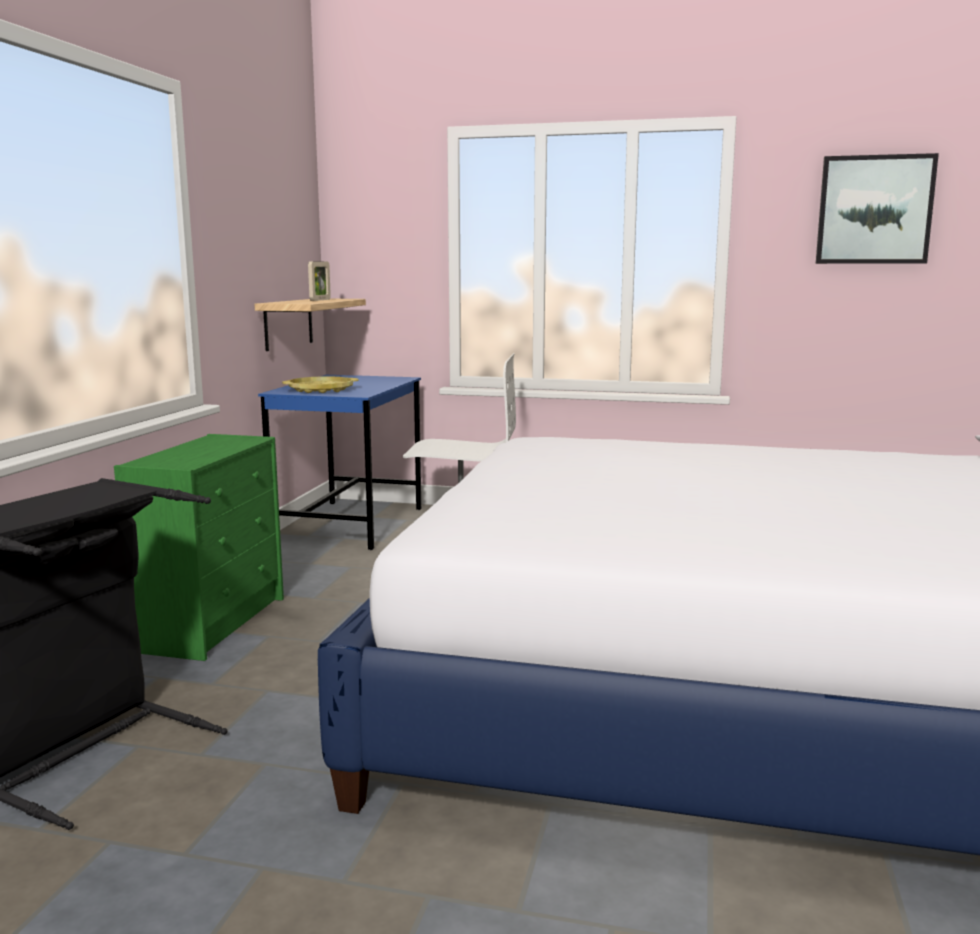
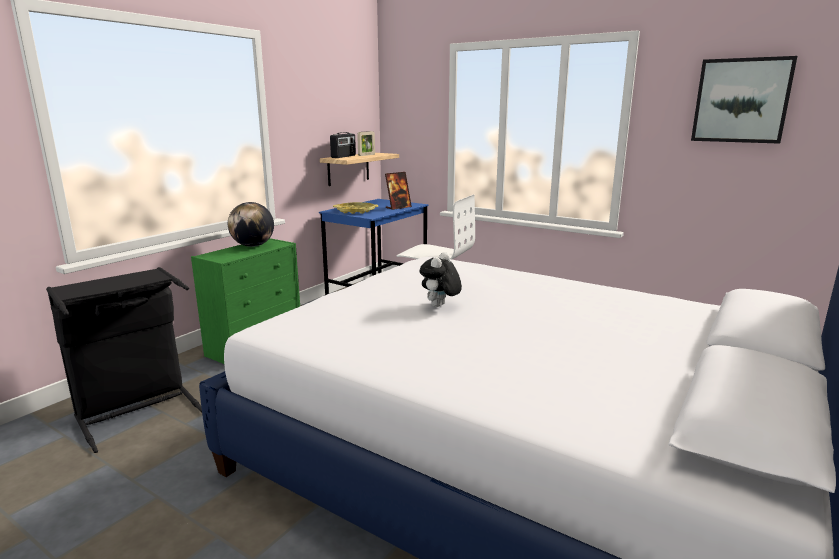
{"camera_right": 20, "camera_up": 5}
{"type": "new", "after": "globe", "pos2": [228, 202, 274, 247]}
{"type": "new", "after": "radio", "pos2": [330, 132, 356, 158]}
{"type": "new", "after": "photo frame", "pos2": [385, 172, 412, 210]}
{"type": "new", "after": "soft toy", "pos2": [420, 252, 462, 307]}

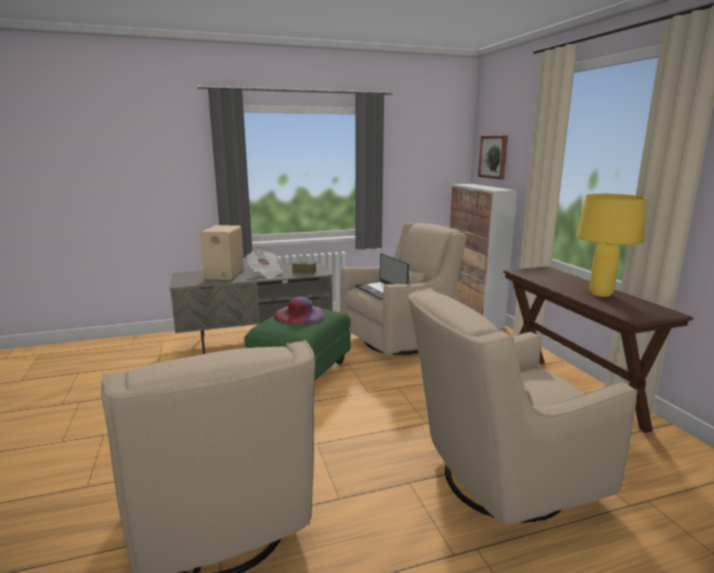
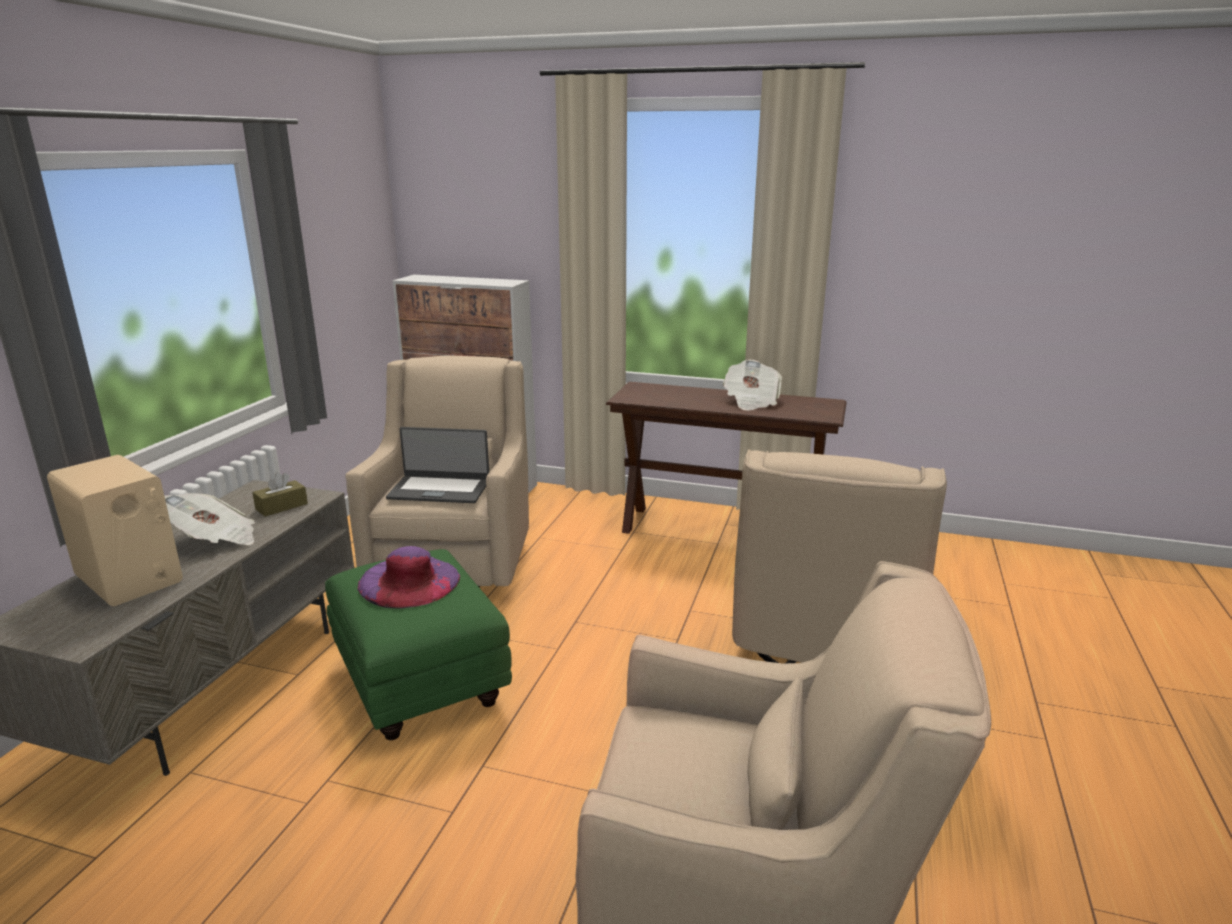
{"camera_right": -55, "camera_up": 5}
{"type": "swapped", "before": "yellow table lamp", "after": "newspaper", "pos1": [576, 194, 647, 297], "pos2": [723, 360, 782, 410]}
{"type": "gone", "before": "wall picture", "pos1": [478, 135, 508, 179]}

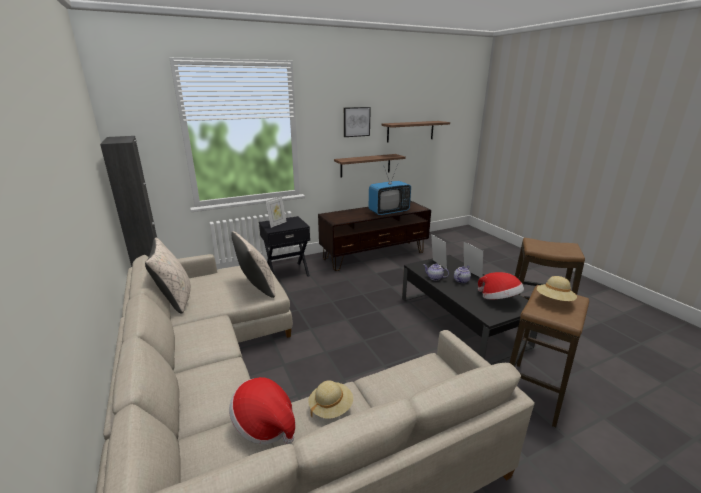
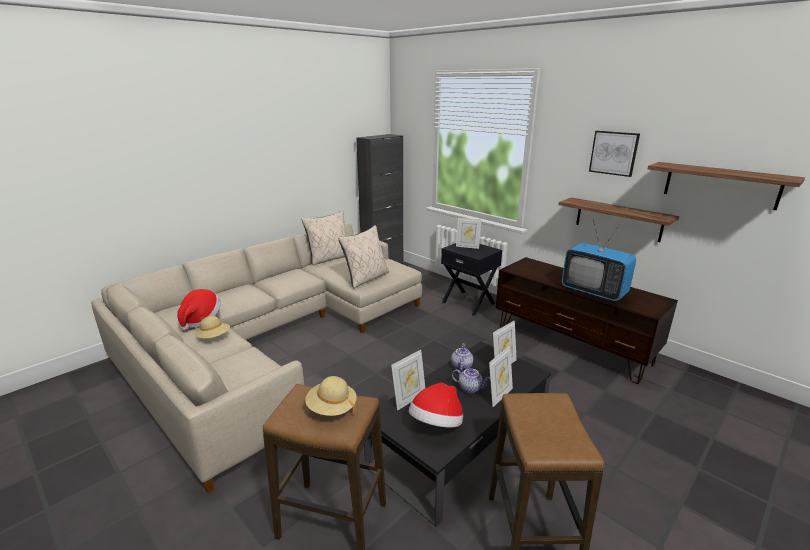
{"camera_right": 70, "camera_up": 0}
{"type": "new", "after": "photo frame", "pos2": [391, 350, 425, 411]}

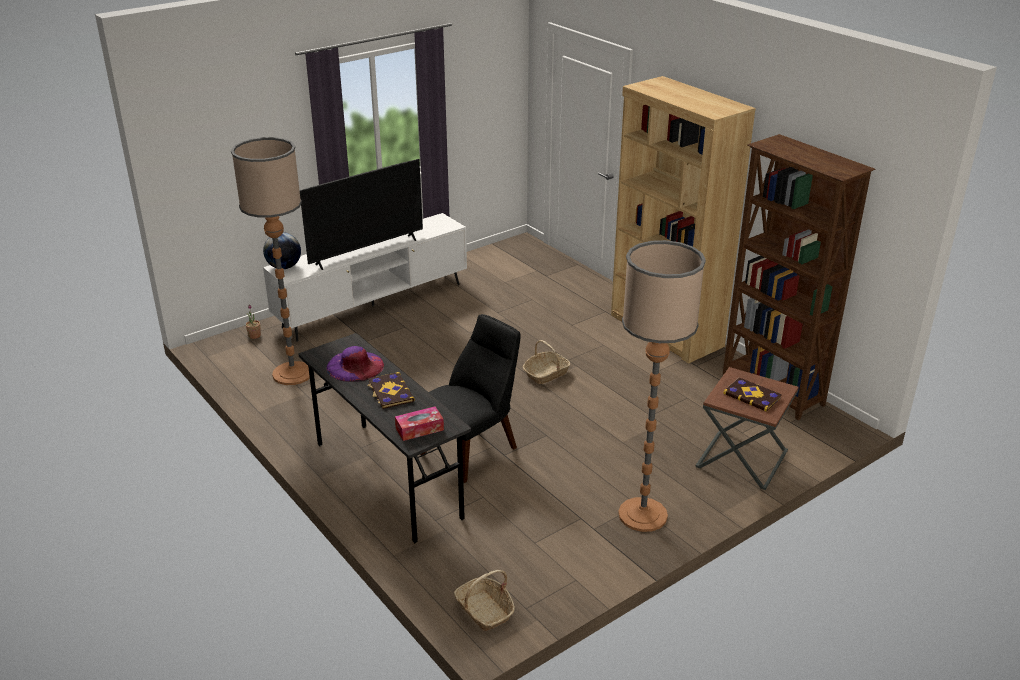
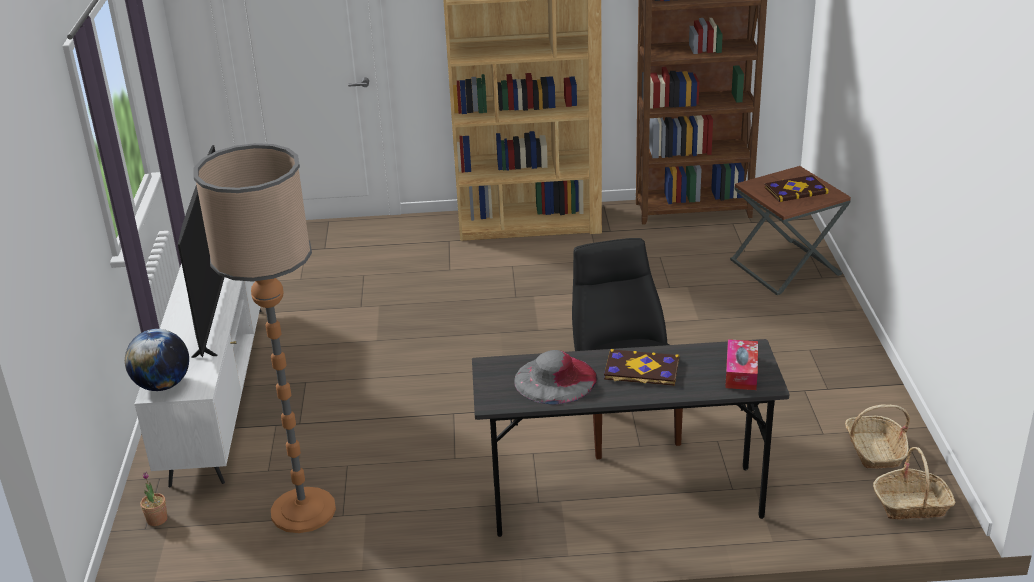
{"camera_right": -55, "camera_up": 0}
{"type": "repainted", "before": "purple hat", "after": "grey hat", "pos1": [326, 346, 384, 382], "pos2": [514, 350, 597, 405]}
{"type": "shifted", "before": "storage basket", "pos1": [523, 340, 570, 384], "pos2": [845, 404, 910, 469]}
{"type": "gone", "before": "floor lamp", "pos1": [618, 240, 706, 532]}

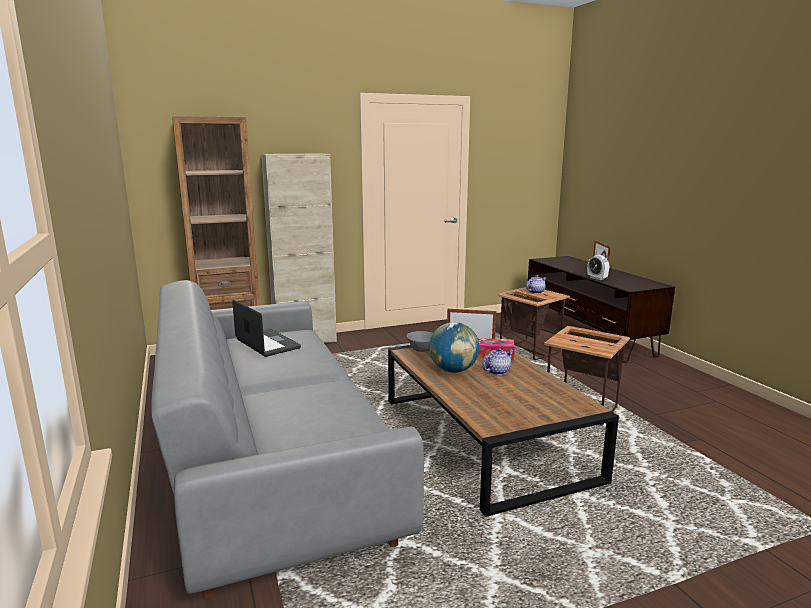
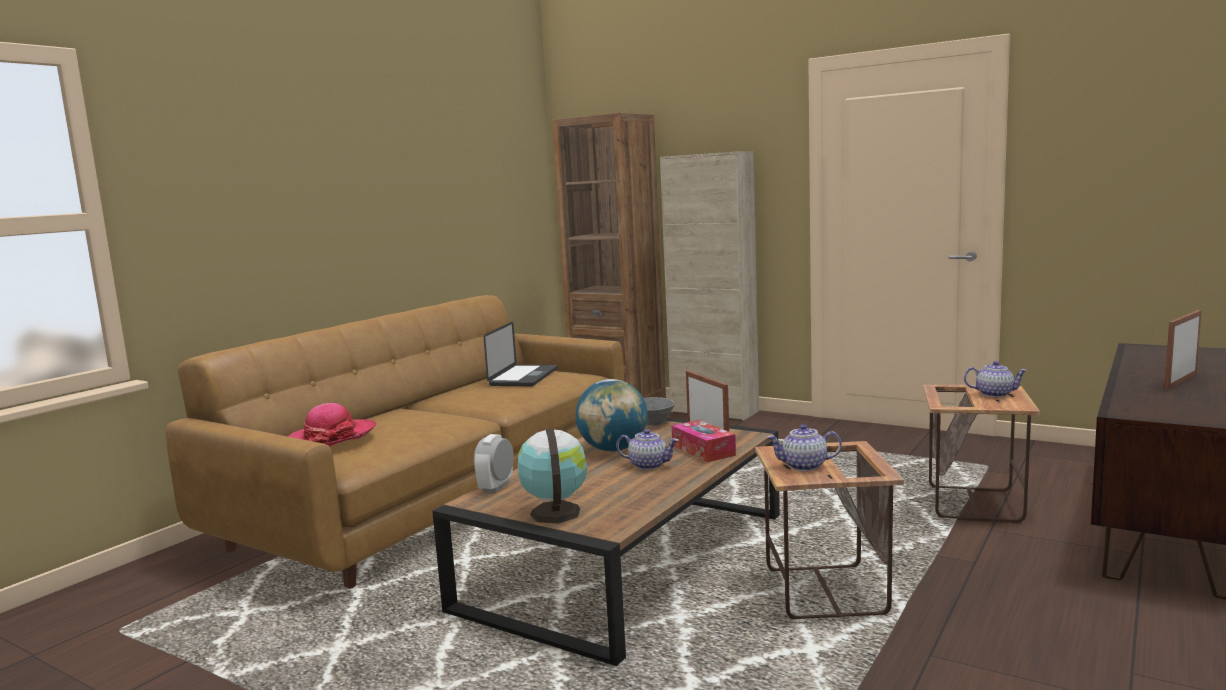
{"camera_right": 55, "camera_up": -5}
{"type": "repainted", "before": "grey couch", "after": "brown-coloured couch", "pos1": [151, 280, 424, 600], "pos2": [166, 295, 624, 589]}
{"type": "new", "after": "hat", "pos2": [288, 403, 377, 446]}
{"type": "shifted", "before": "bedside clock", "pos1": [587, 255, 609, 280], "pos2": [474, 434, 514, 493]}
{"type": "new", "after": "globe", "pos2": [517, 428, 587, 524]}
{"type": "new", "after": "pot for tea", "pos2": [767, 424, 842, 471]}

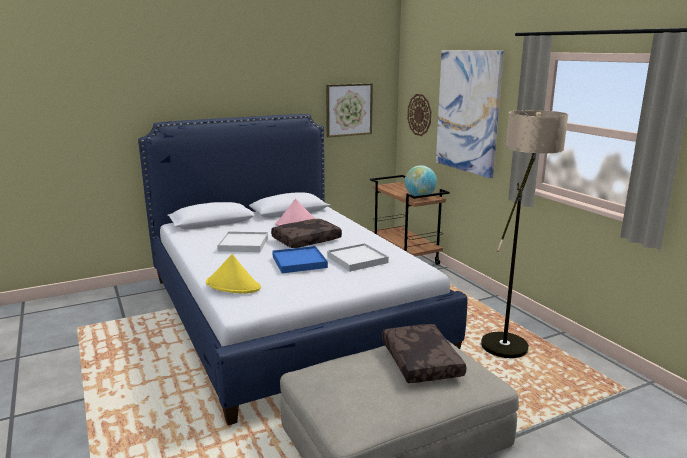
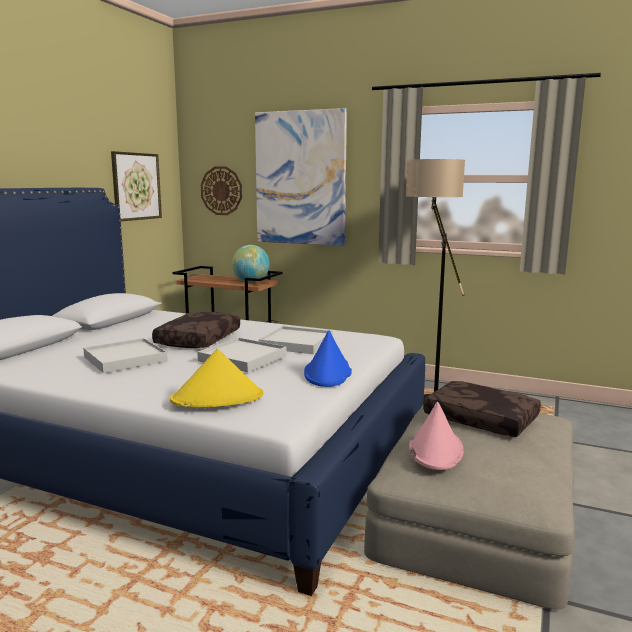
{"camera_right": -40, "camera_up": -5}
{"type": "repainted", "before": "blue-coloured tray", "after": "white tray", "pos1": [272, 246, 328, 273], "pos2": [197, 338, 287, 372]}
{"type": "new", "after": "blue-coloured hat", "pos2": [304, 330, 352, 387]}
{"type": "shifted", "before": "pink hat", "pos1": [276, 198, 315, 226], "pos2": [409, 402, 464, 470]}

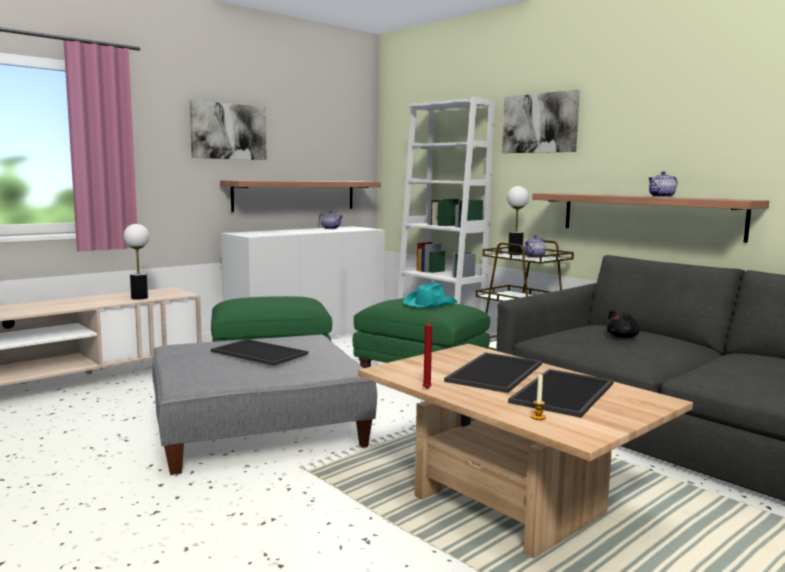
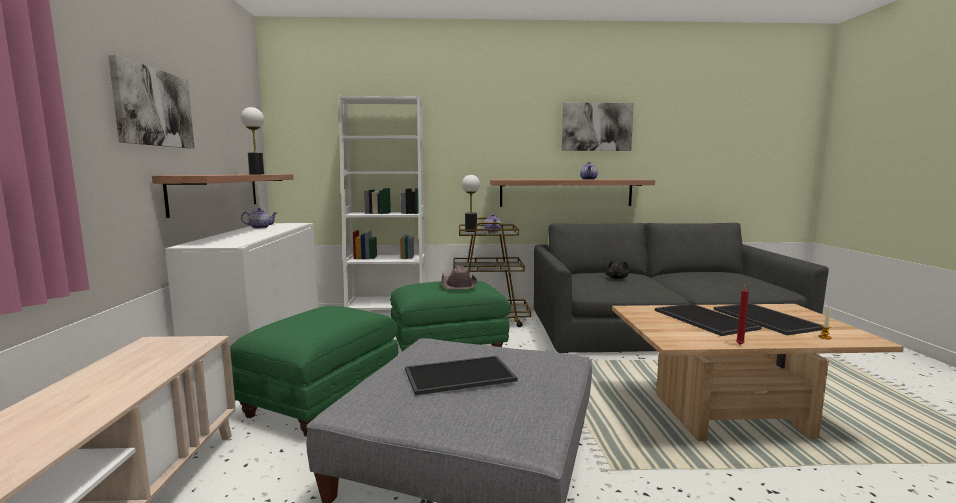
{"camera_right": -50, "camera_up": 0}
{"type": "shifted", "before": "table lamp", "pos1": [124, 224, 149, 300], "pos2": [241, 107, 264, 174]}
{"type": "repainted", "before": "blue-green hat", "after": "brown-coloured hat", "pos1": [403, 283, 457, 308], "pos2": [441, 265, 477, 290]}
{"type": "shifted", "before": "wall picture", "pos1": [502, 90, 580, 153], "pos2": [562, 103, 634, 151]}

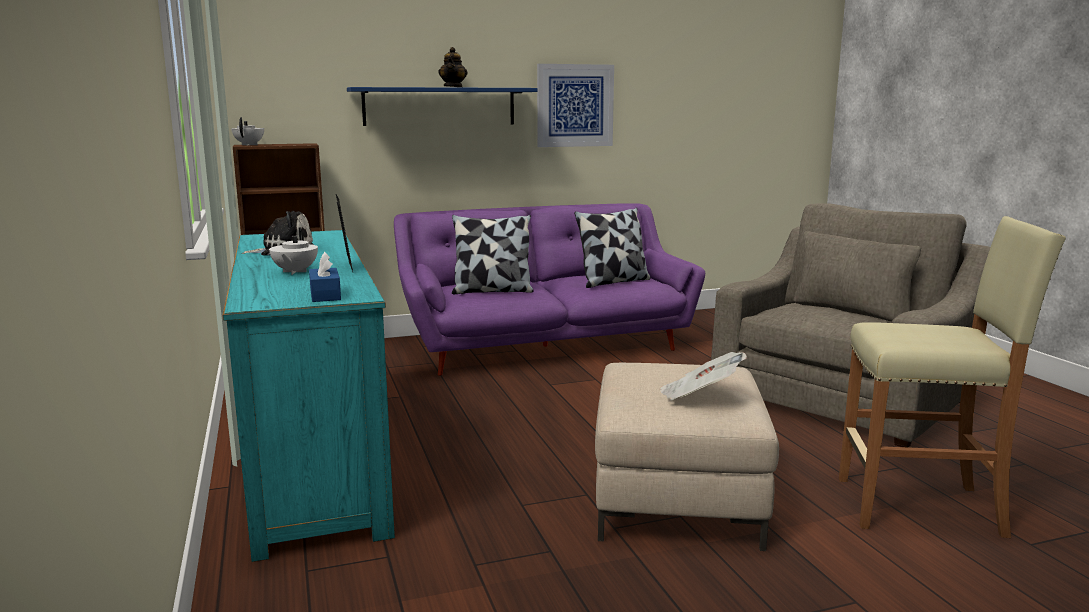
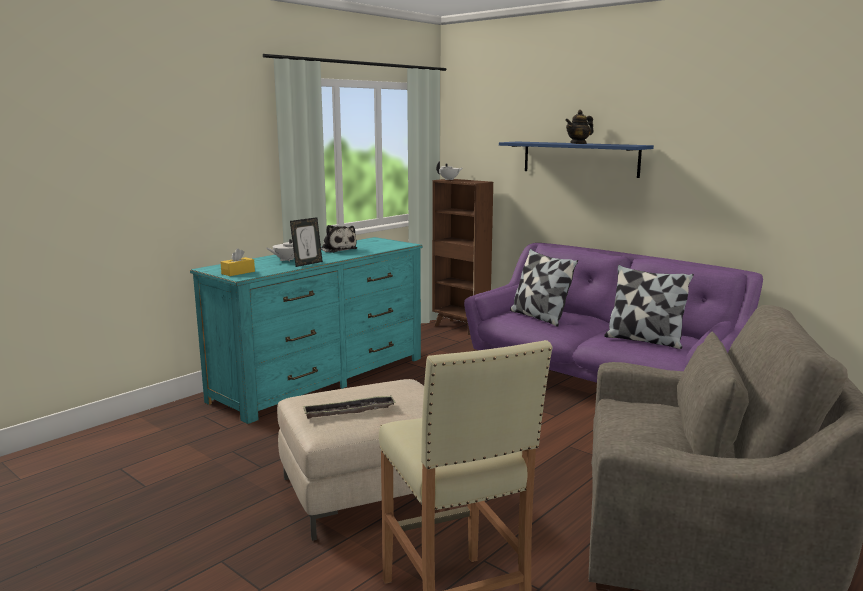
{"camera_right": 60, "camera_up": 0}
{"type": "repainted", "before": "blue-coloured box of tissues", "after": "yellow box of tissues", "pos1": [309, 252, 341, 302], "pos2": [221, 248, 255, 276]}
{"type": "swapped", "before": "newspaper", "after": "tray", "pos1": [660, 352, 747, 401], "pos2": [303, 396, 396, 419]}
{"type": "gone", "before": "wall picture", "pos1": [537, 64, 614, 147]}

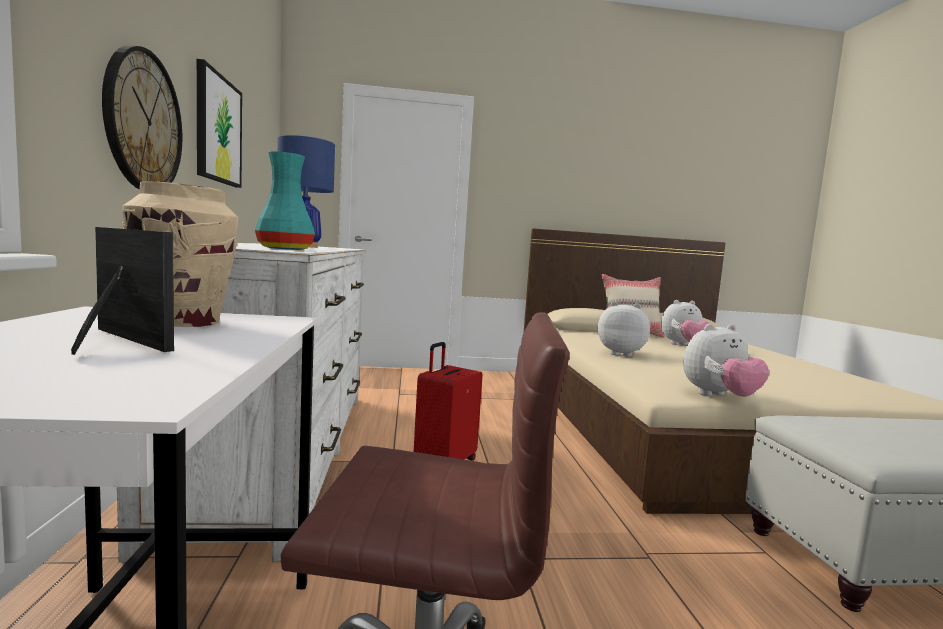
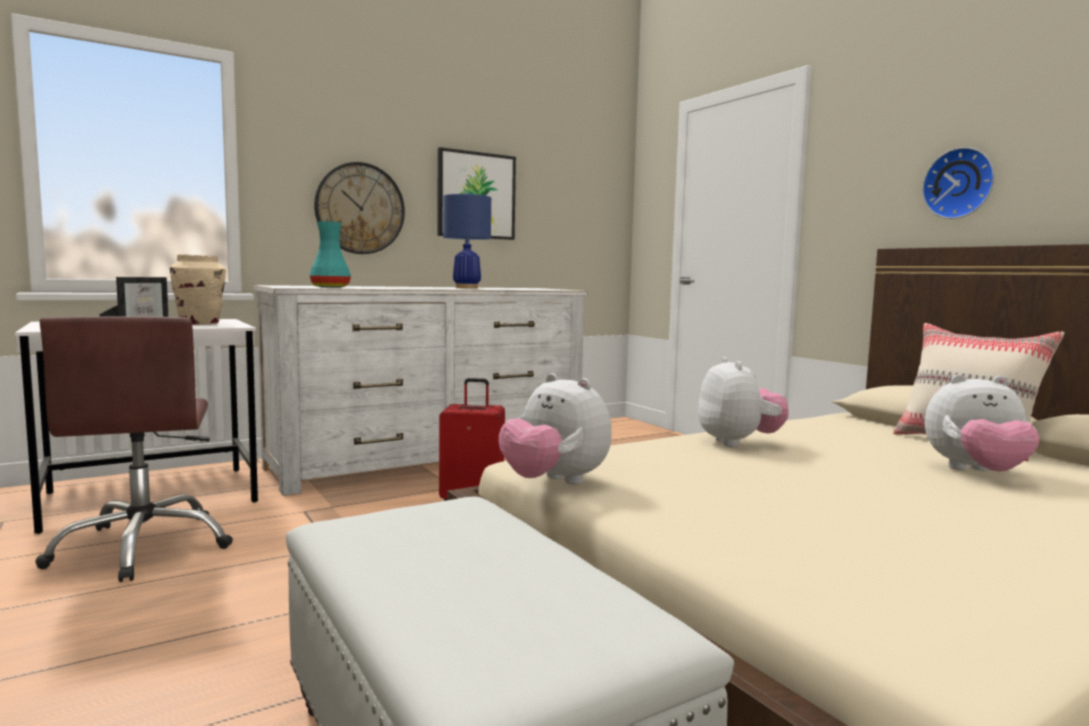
{"camera_right": 65, "camera_up": 0}
{"type": "new", "after": "clock on the wall", "pos2": [922, 147, 995, 219]}
{"type": "rotated", "before": "soft toy", "pos1": [661, 300, 709, 345], "pos2": [925, 374, 1040, 472], "turn": -45}

